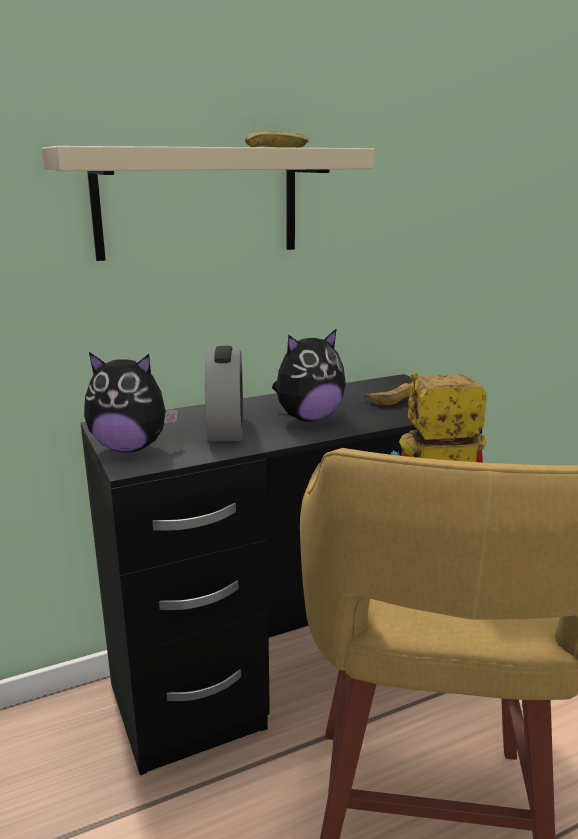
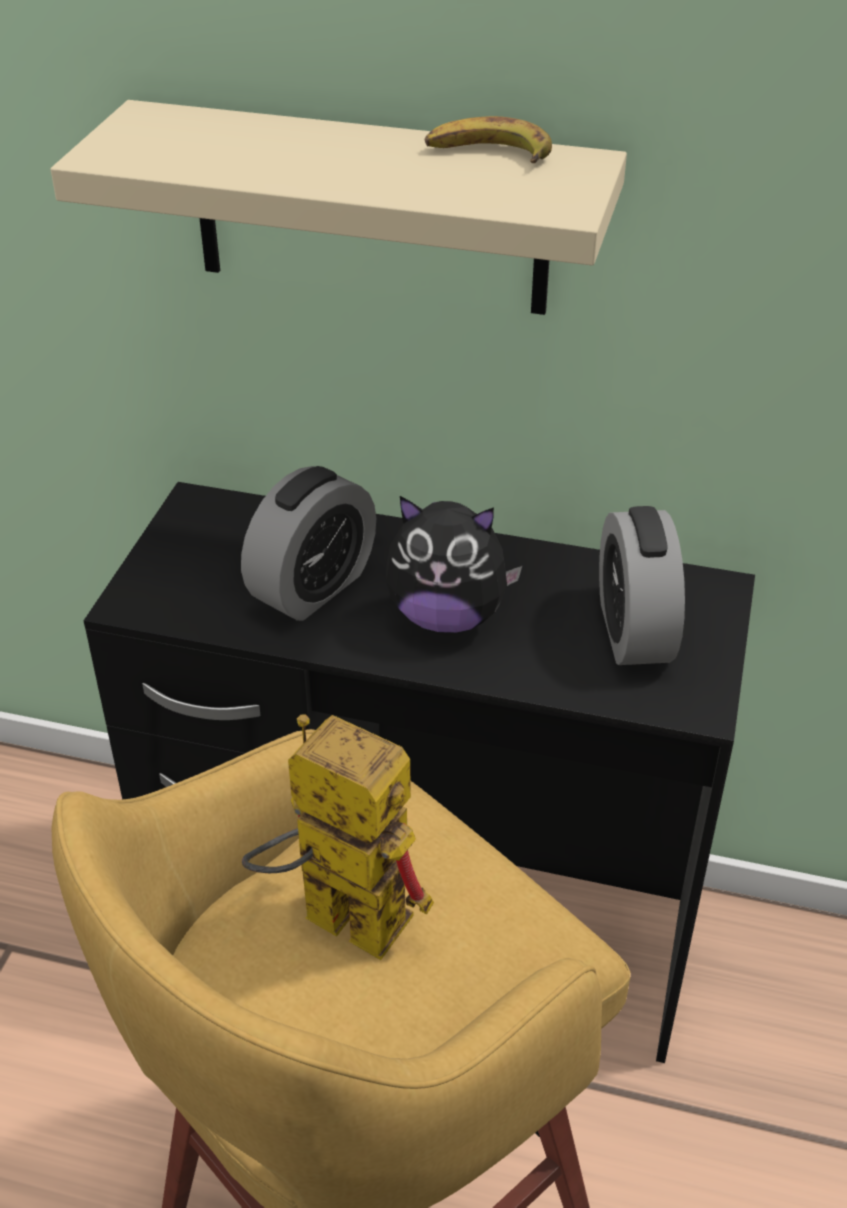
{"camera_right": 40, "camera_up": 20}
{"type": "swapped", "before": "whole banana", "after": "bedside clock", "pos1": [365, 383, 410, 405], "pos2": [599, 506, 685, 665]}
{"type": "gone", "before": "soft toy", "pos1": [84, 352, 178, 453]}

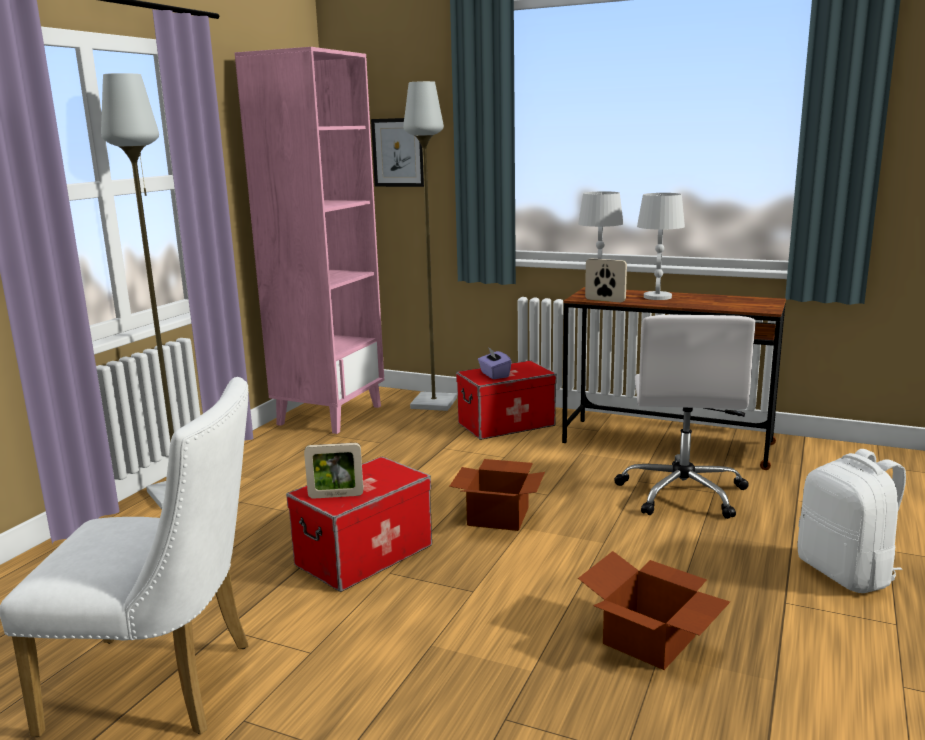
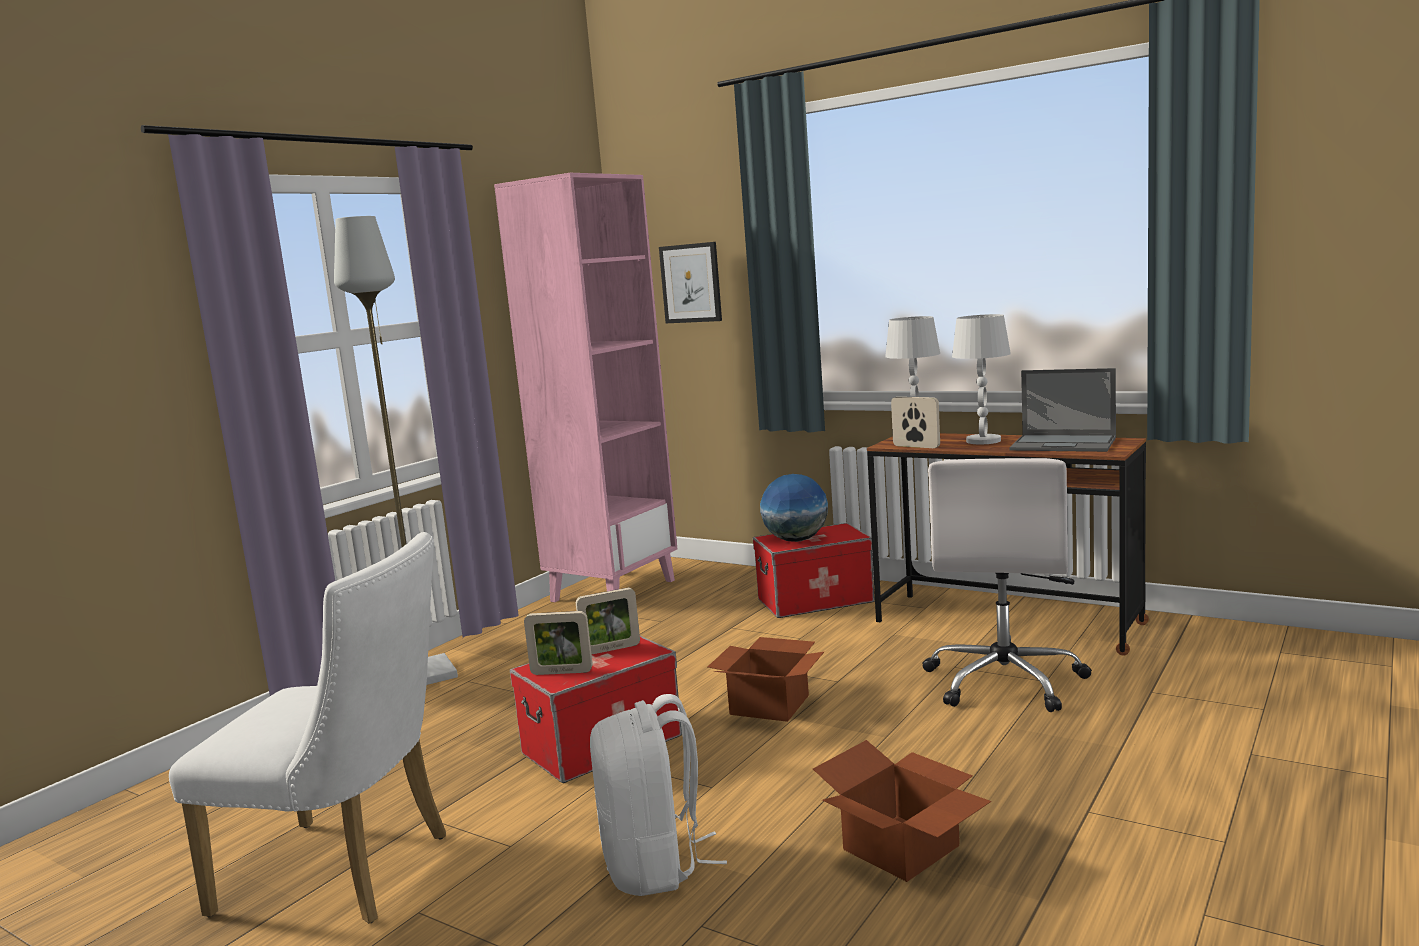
{"camera_right": 10, "camera_up": -5}
{"type": "new", "after": "photo frame", "pos2": [576, 588, 640, 654]}
{"type": "shifted", "before": "white backpack", "pos1": [798, 449, 906, 593], "pos2": [590, 694, 727, 896]}
{"type": "swapped", "before": "purple box of tissues", "after": "globe", "pos1": [478, 347, 512, 379], "pos2": [760, 474, 828, 542]}
{"type": "new", "after": "notebook computer", "pos2": [1010, 368, 1116, 452]}
{"type": "gone", "before": "grey floor lamp", "pos1": [403, 81, 457, 411]}

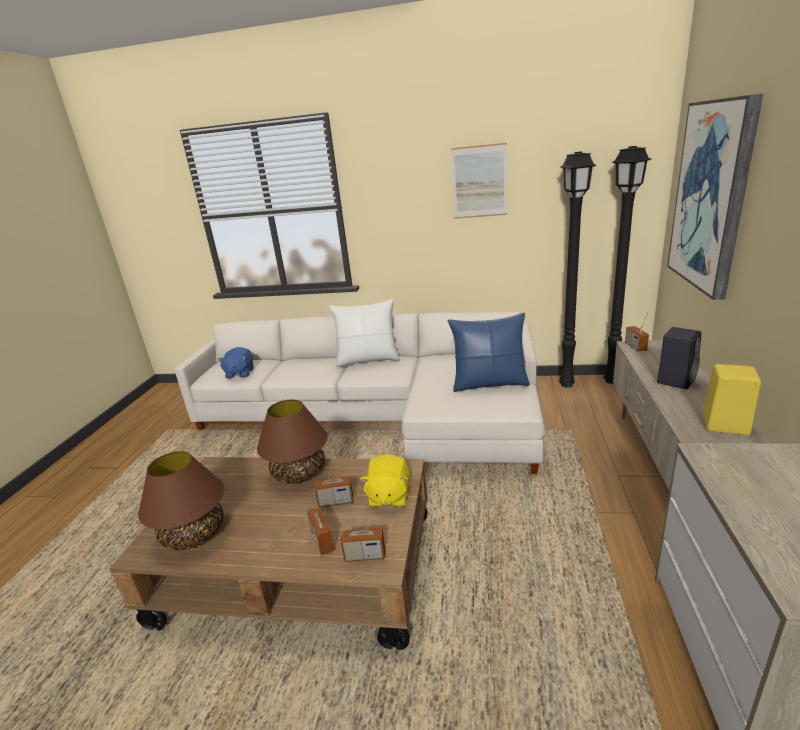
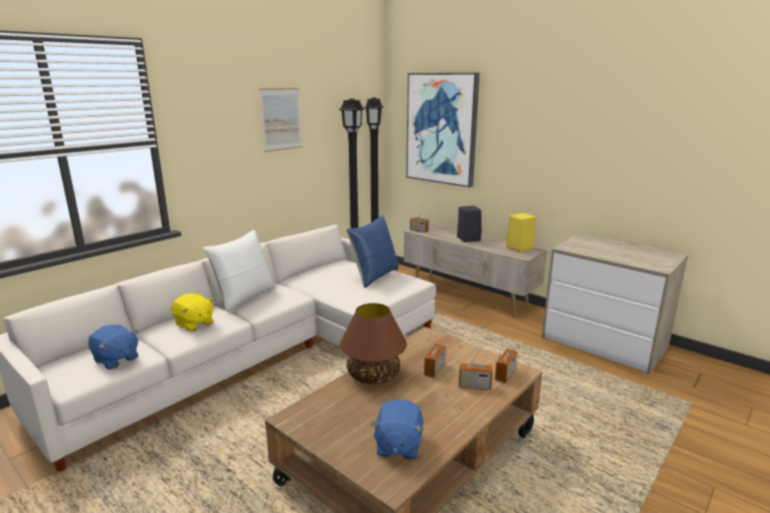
{"camera_right": -60, "camera_up": -5}
{"type": "shifted", "before": "yellow soft toy", "pos1": [360, 454, 409, 508], "pos2": [171, 293, 214, 332]}
{"type": "swapped", "before": "brown-coloured table lamp", "after": "blue-coloured soft toy", "pos1": [138, 451, 224, 550], "pos2": [371, 399, 424, 460]}

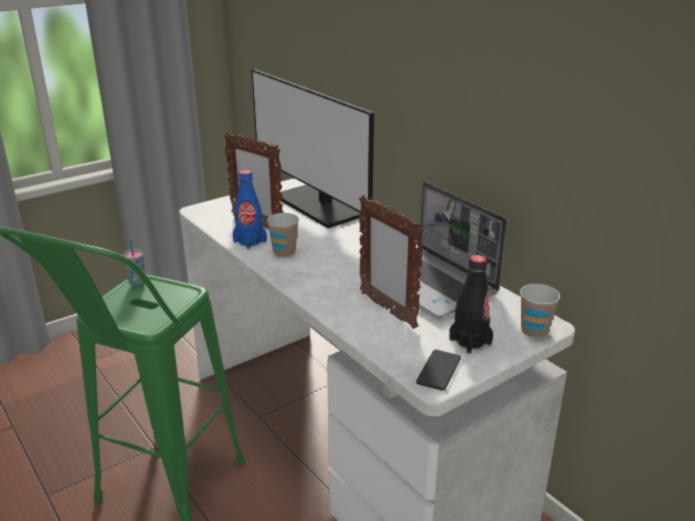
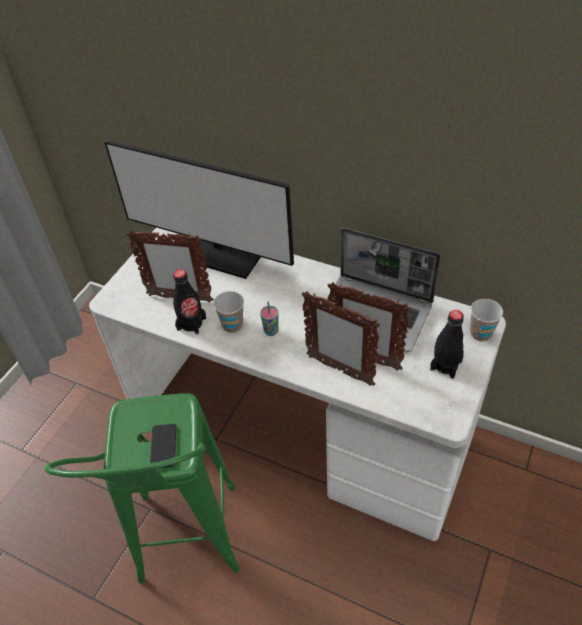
{"camera_right": -25, "camera_up": 20}
{"type": "shifted", "before": "handset", "pos1": [416, 349, 461, 391], "pos2": [150, 424, 176, 468]}
{"type": "repainted", "before": "blue-coloured bottle", "after": "black-coloured bottle", "pos1": [233, 170, 267, 249], "pos2": [173, 269, 206, 334]}
{"type": "shifted", "before": "cup", "pos1": [123, 239, 145, 286], "pos2": [260, 302, 278, 336]}
{"type": "new", "after": "photo frame", "pos2": [302, 291, 380, 386]}

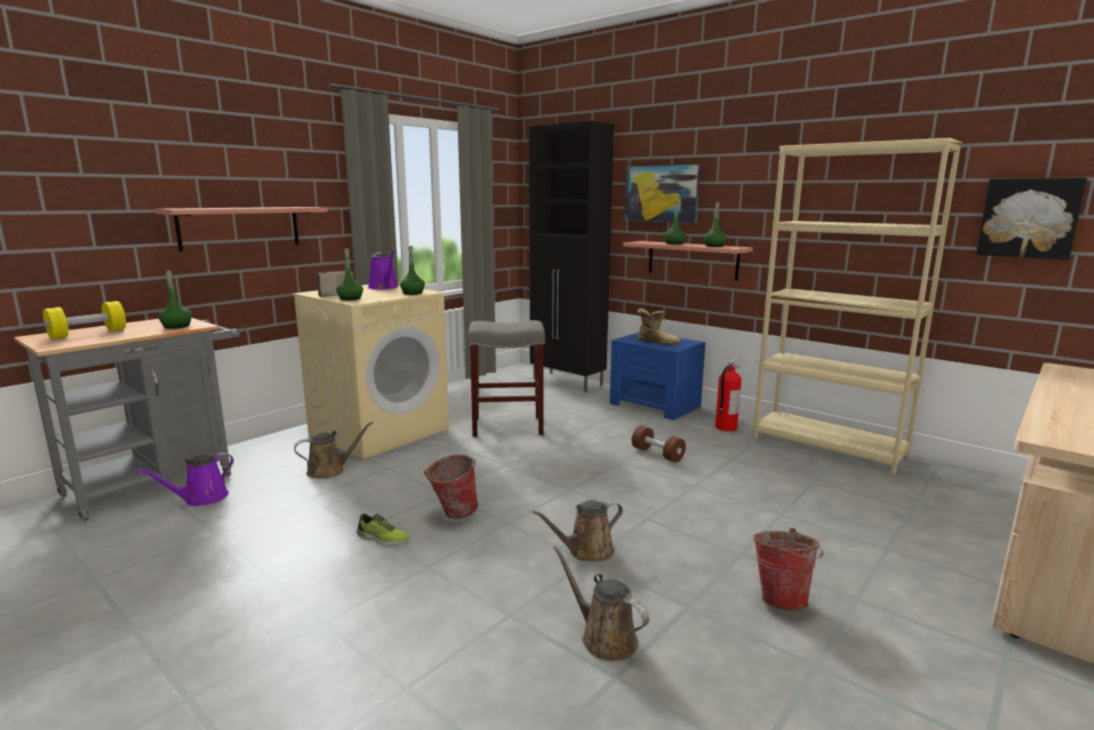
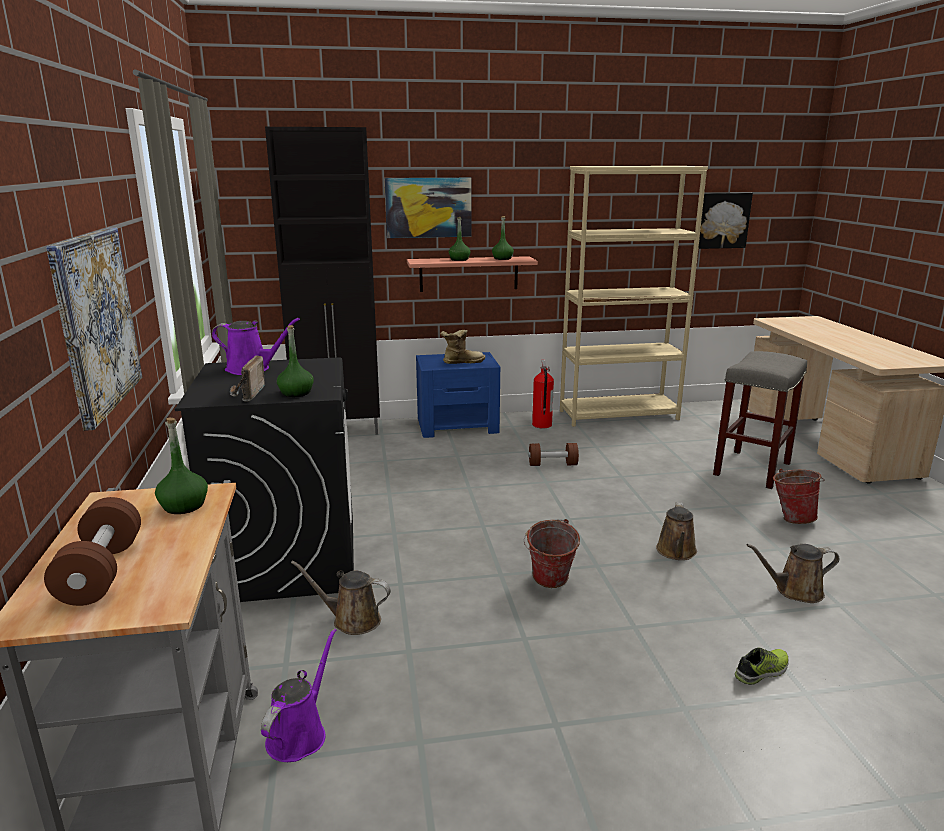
{"camera_right": -50, "camera_up": 5}
{"type": "repainted", "before": "yellow hand weight", "after": "brown-coloured hand weight", "pos1": [43, 301, 126, 339], "pos2": [44, 497, 141, 606]}
{"type": "swapped", "before": "shelf", "after": "wall picture", "pos1": [155, 207, 328, 251], "pos2": [46, 228, 142, 431]}
{"type": "repainted", "before": "beige laundry appliance", "after": "black-coloured laundry appliance", "pos1": [292, 284, 449, 459], "pos2": [175, 357, 354, 602]}
{"type": "rotated", "before": "purple watering can", "pos1": [137, 453, 234, 506], "pos2": [261, 629, 336, 762], "turn": -150}
{"type": "rotated", "before": "brown-coloured watering can", "pos1": [294, 421, 373, 479], "pos2": [291, 560, 391, 635], "turn": -90}
{"type": "shifted", "before": "grey stool seat", "pos1": [468, 320, 545, 437], "pos2": [713, 351, 807, 489]}
{"type": "shifted", "before": "shoe", "pos1": [357, 514, 409, 546], "pos2": [735, 648, 789, 685]}
{"type": "gone", "before": "green bottle", "pos1": [400, 246, 425, 295]}

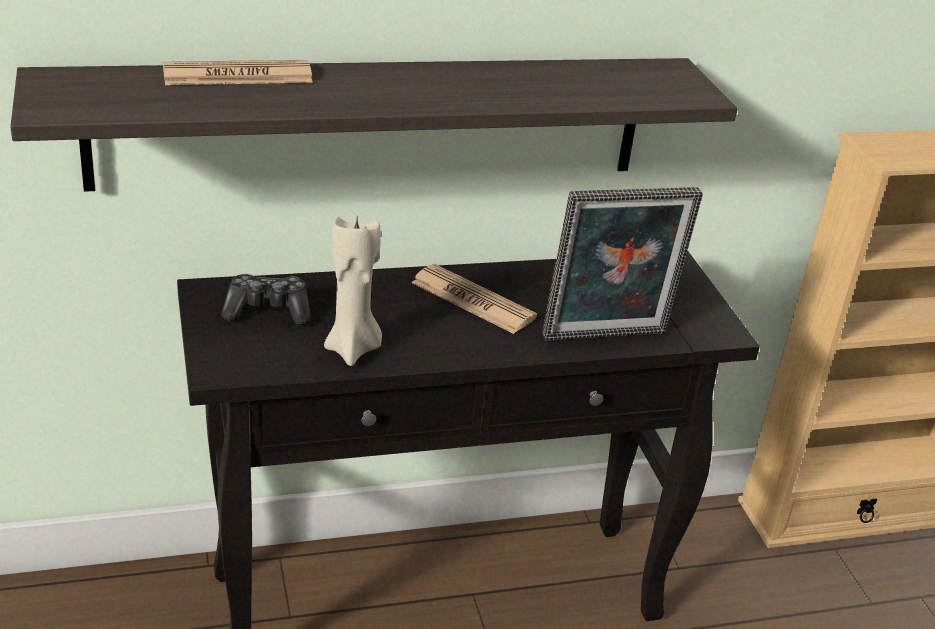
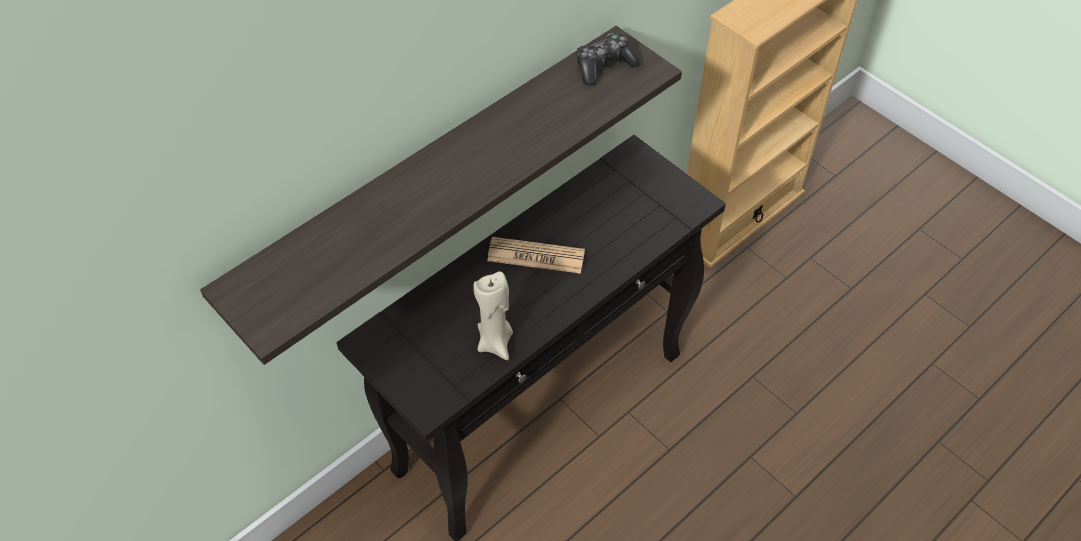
{"camera_right": -25, "camera_up": 20}
{"type": "shifted", "before": "game controller", "pos1": [221, 274, 311, 325], "pos2": [577, 33, 641, 86]}
{"type": "gone", "before": "newspaper", "pos1": [163, 60, 313, 85]}
{"type": "gone", "before": "photo frame", "pos1": [542, 187, 703, 341]}

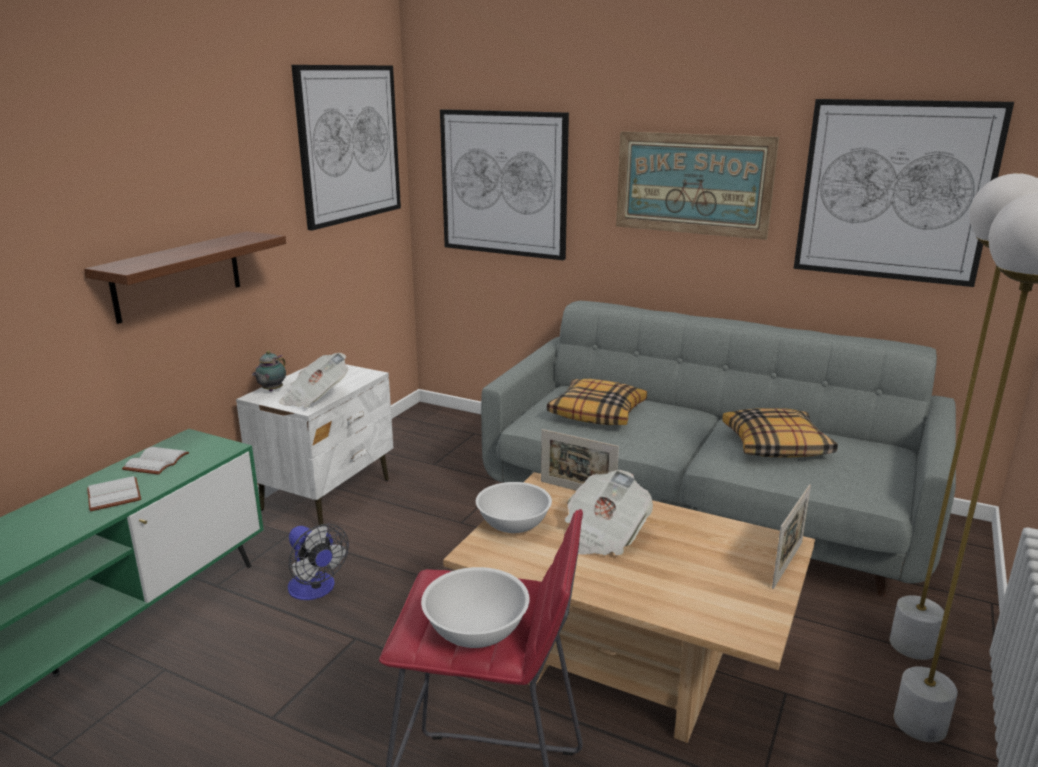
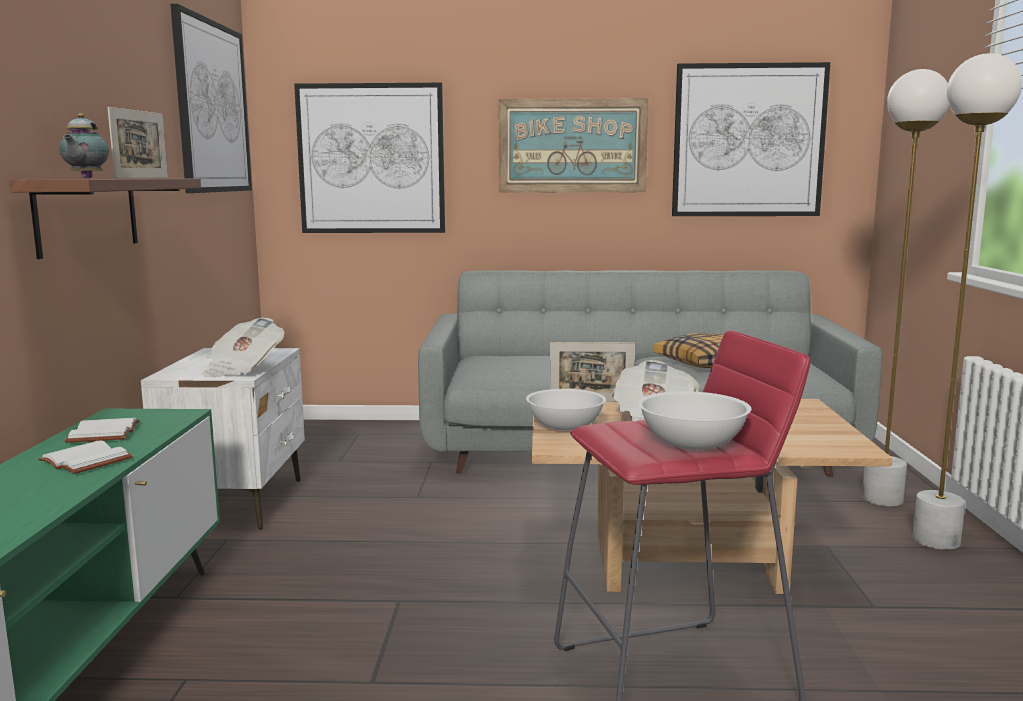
{"camera_right": -25, "camera_up": -10}
{"type": "shifted", "before": "pot for tea", "pos1": [252, 351, 286, 391], "pos2": [59, 113, 109, 178]}
{"type": "shifted", "before": "photo frame", "pos1": [772, 484, 811, 589], "pos2": [107, 107, 168, 178]}
{"type": "gone", "before": "cooling fan", "pos1": [288, 524, 349, 600]}
{"type": "gone", "before": "pillow", "pos1": [547, 379, 647, 425]}

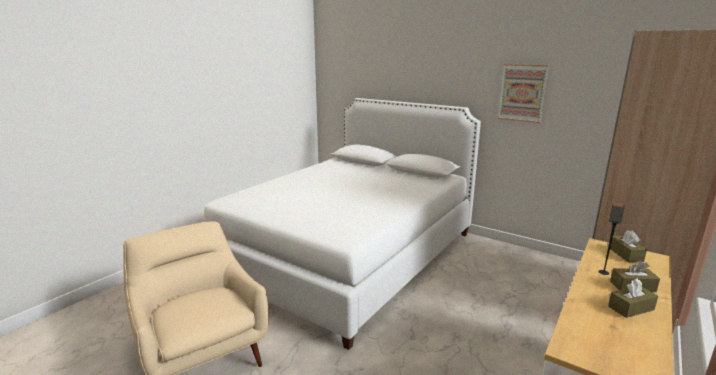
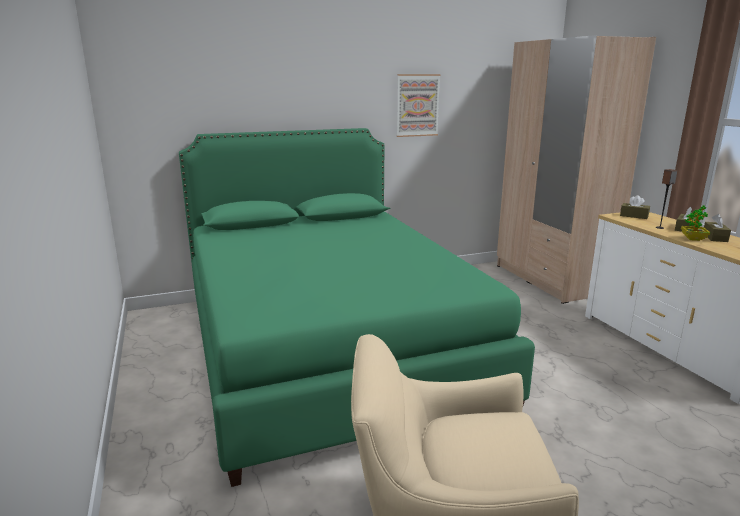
{"camera_right": -55, "camera_up": 0}
{"type": "repainted", "before": "white bed", "after": "green bed", "pos1": [204, 98, 481, 350], "pos2": [179, 128, 535, 487]}
{"type": "new", "after": "houseplant", "pos2": [681, 205, 710, 241]}

